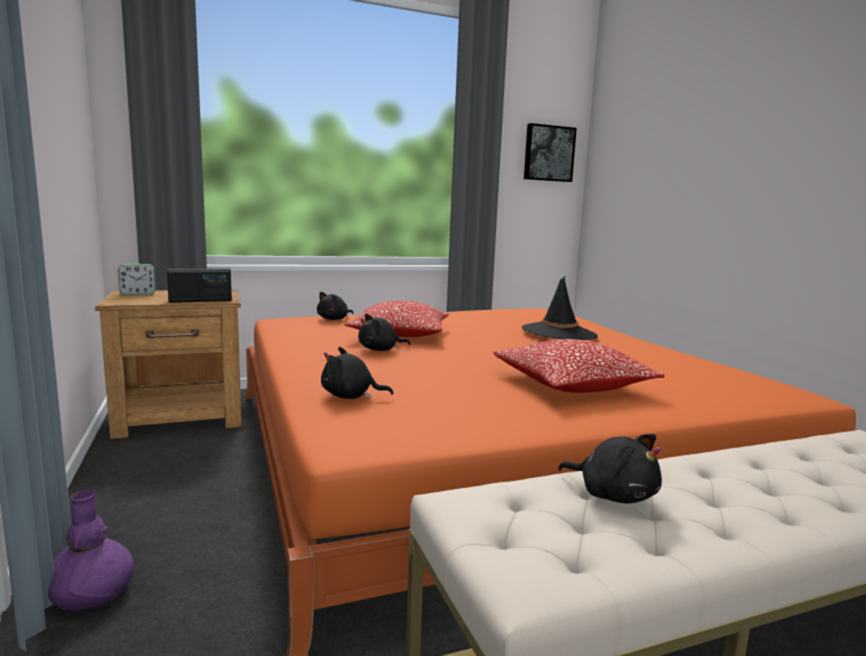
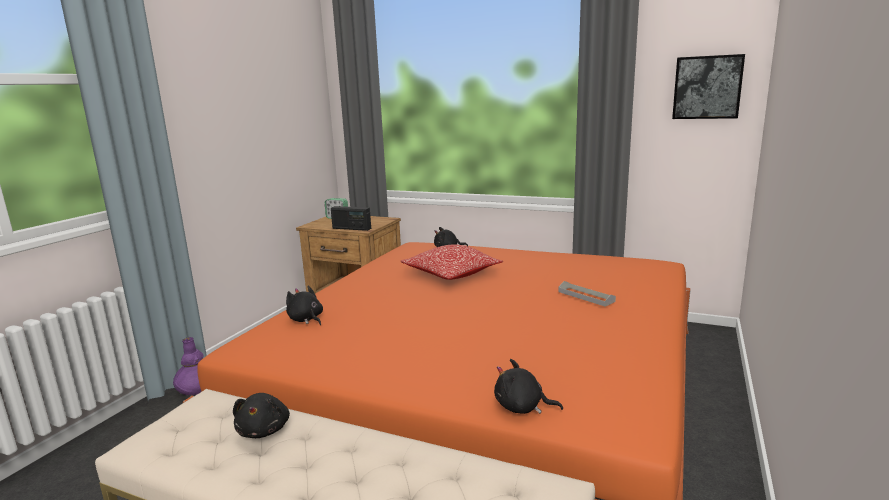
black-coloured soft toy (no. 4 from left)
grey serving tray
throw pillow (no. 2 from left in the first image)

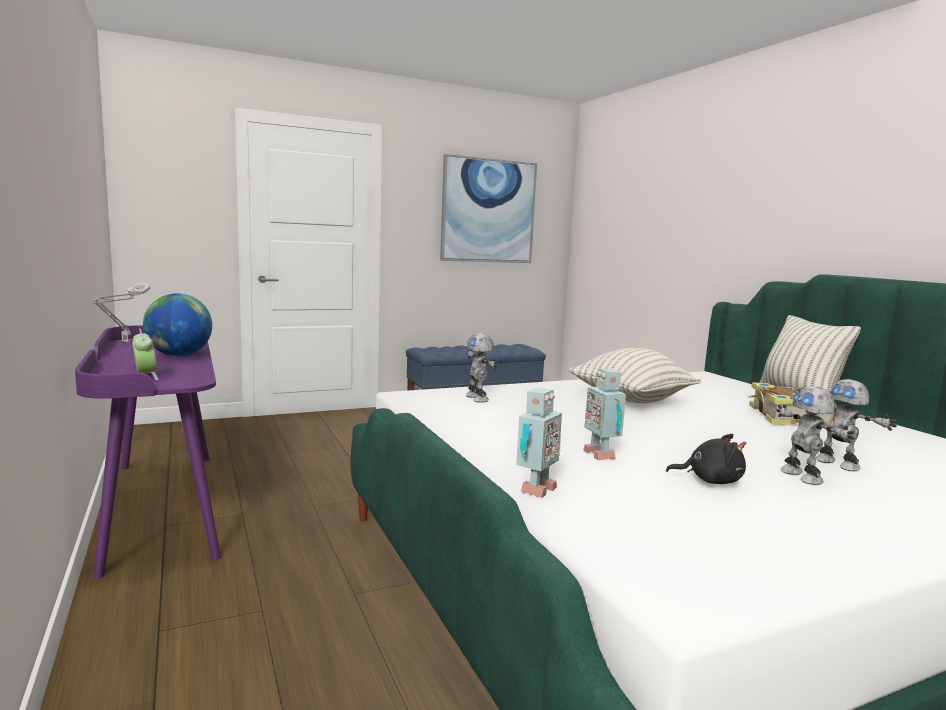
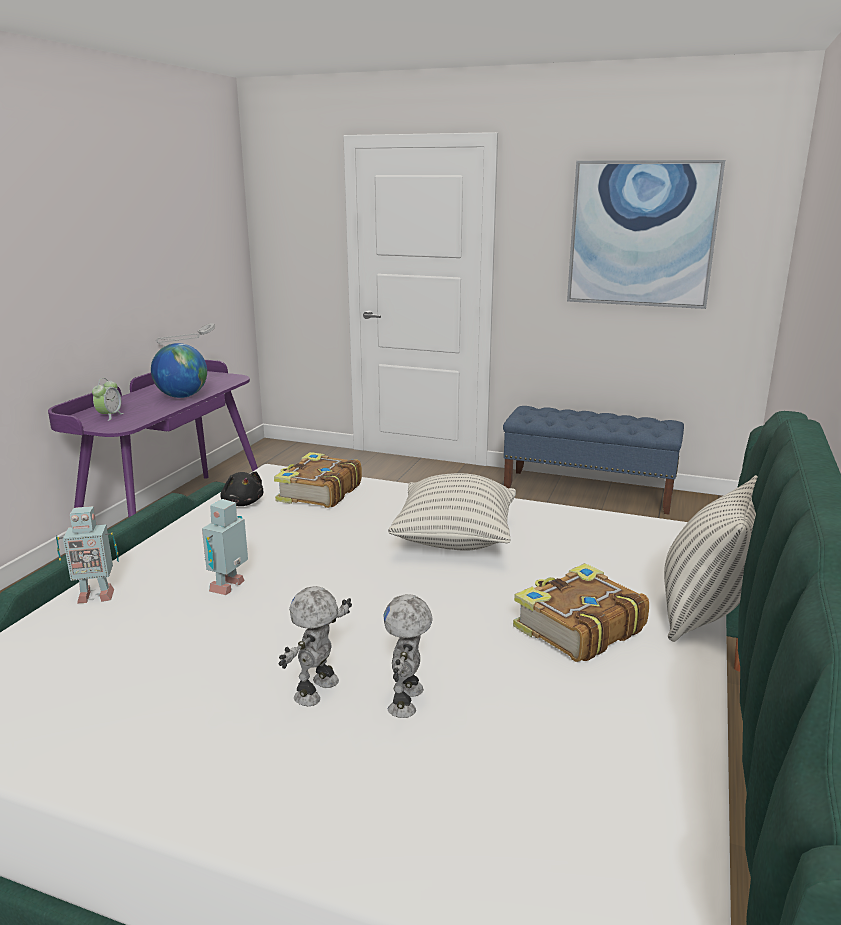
black-coloured soft toy
book (no. 1 from left)

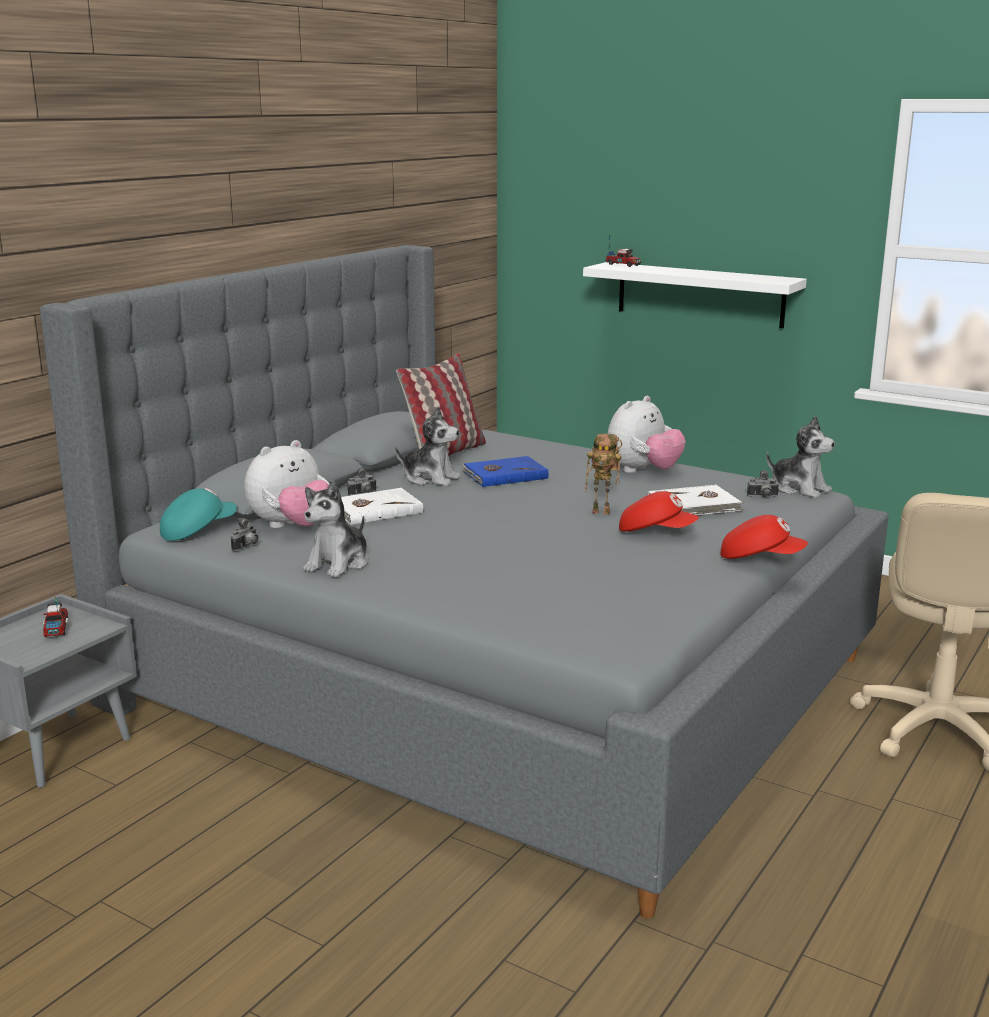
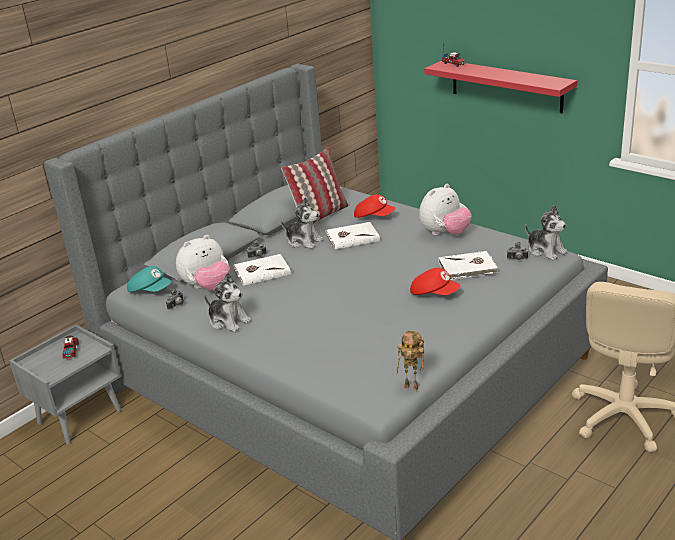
turquoise-coloured cap
soft toy (no. 2 from left)
whitish book (no. 2 from left)
reddish cap (no. 1 from left)
model robot
reddish shelf

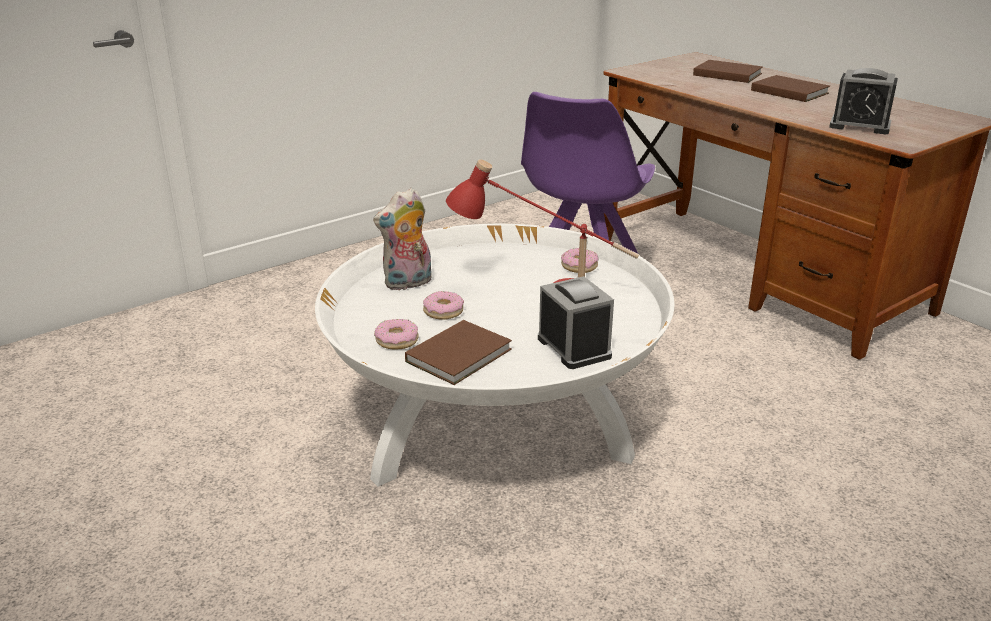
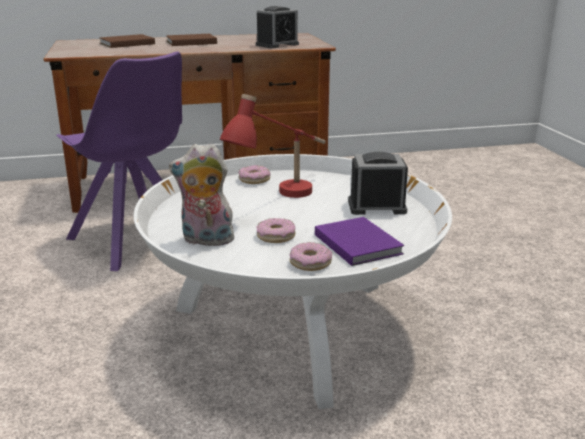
soft toy
purple-coloured book

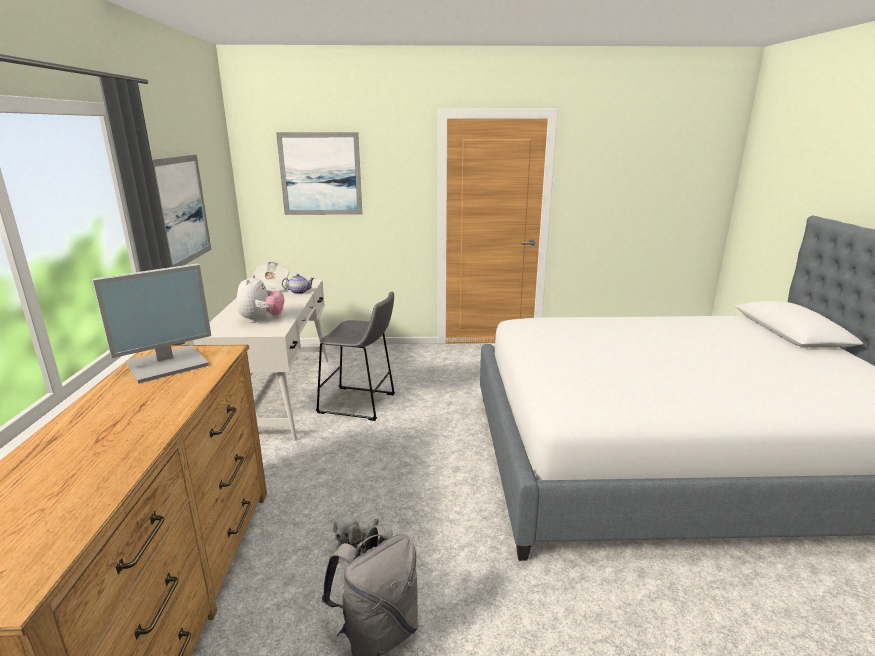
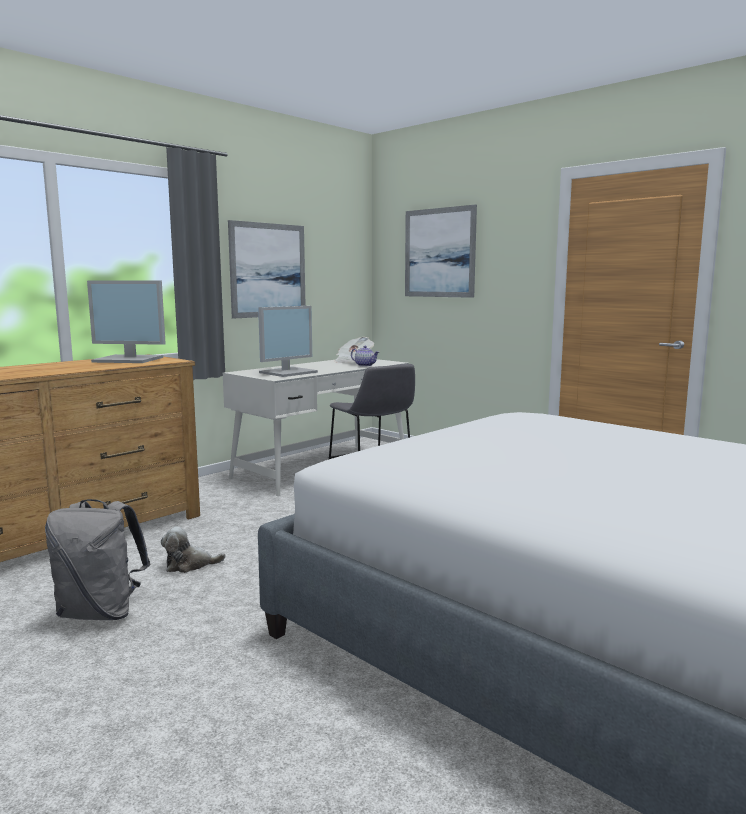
computer display (no. 2 from left)

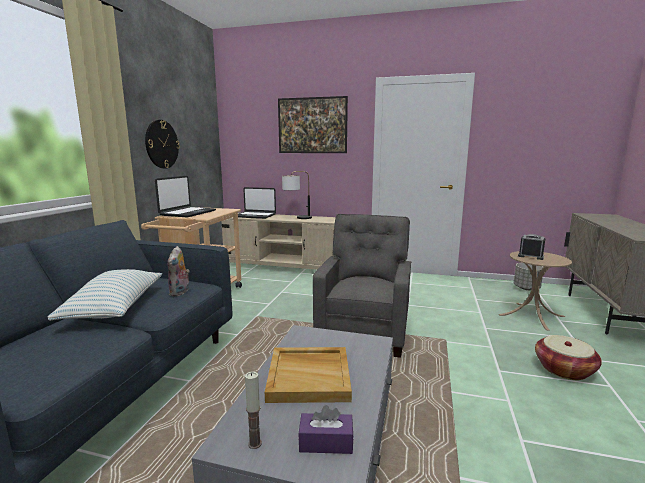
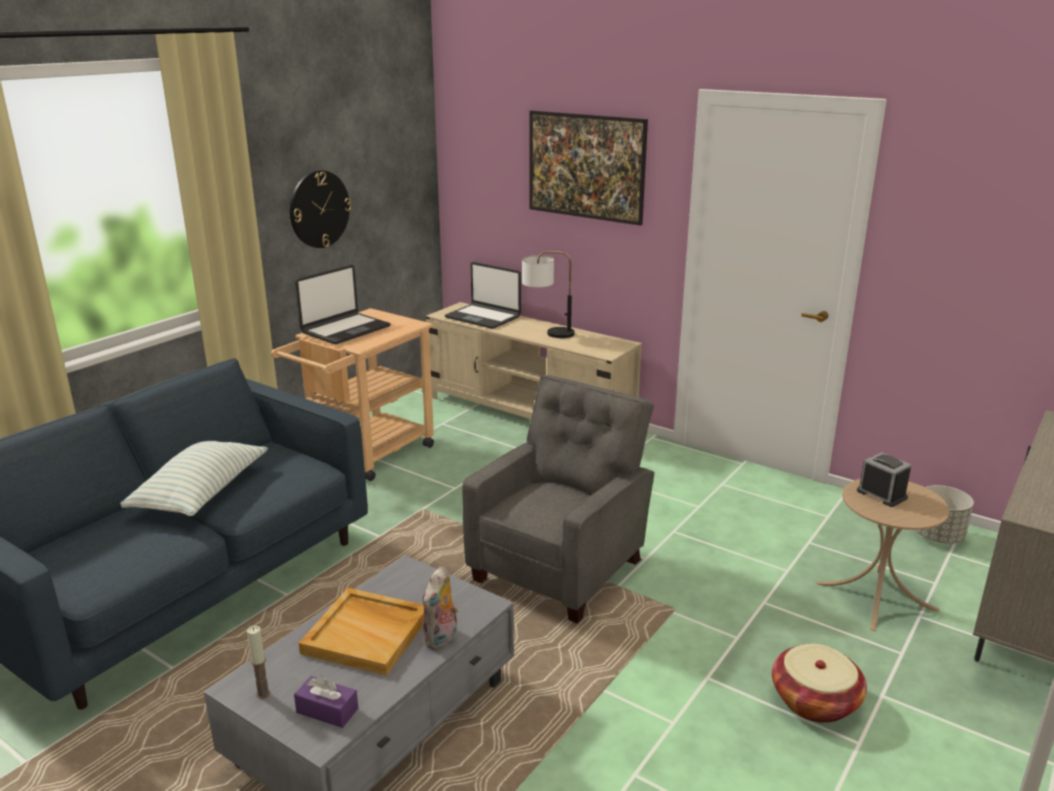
soft toy

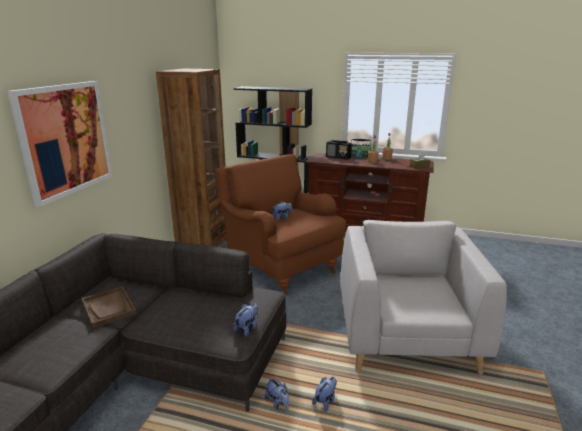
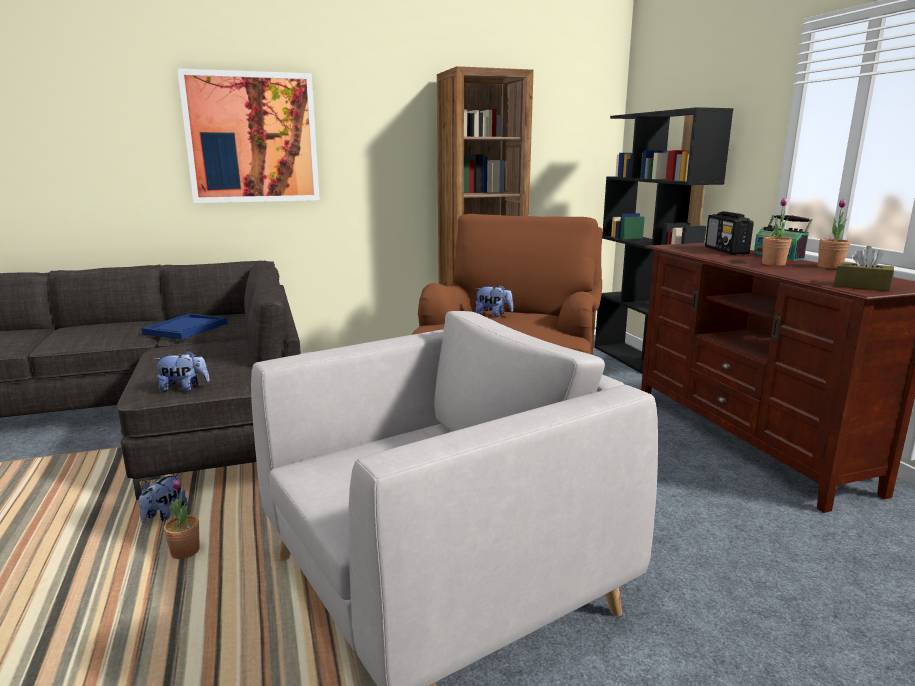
blue serving tray
houseplant (no. 1 from left)

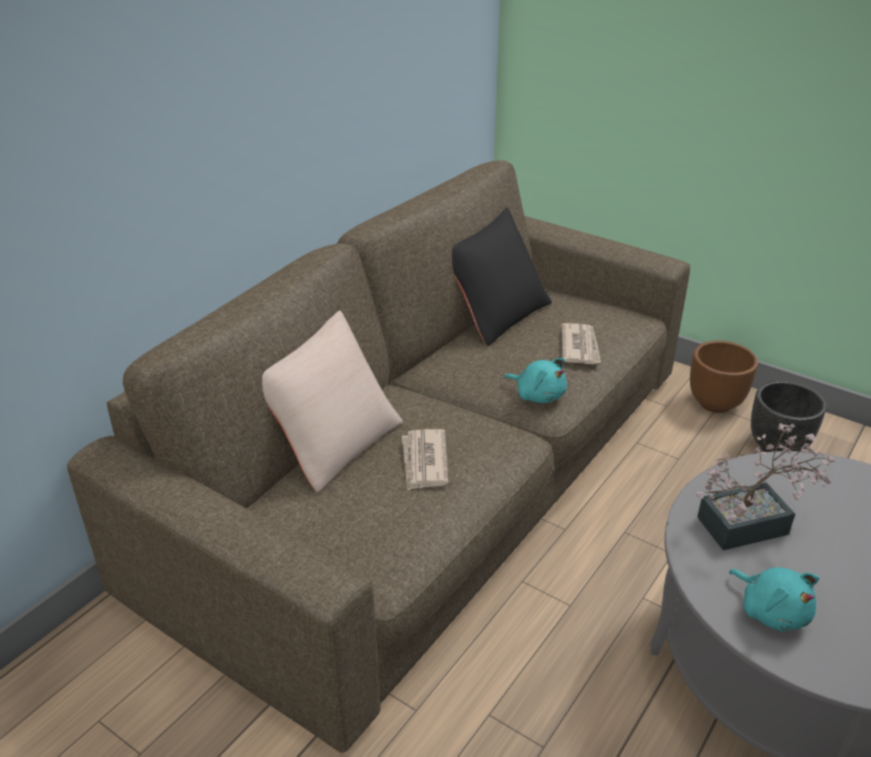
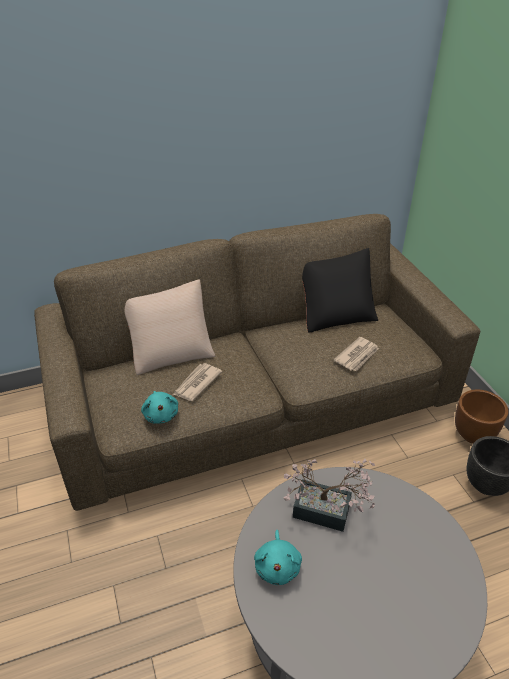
turquoise-coloured soft toy (no. 1 from left)

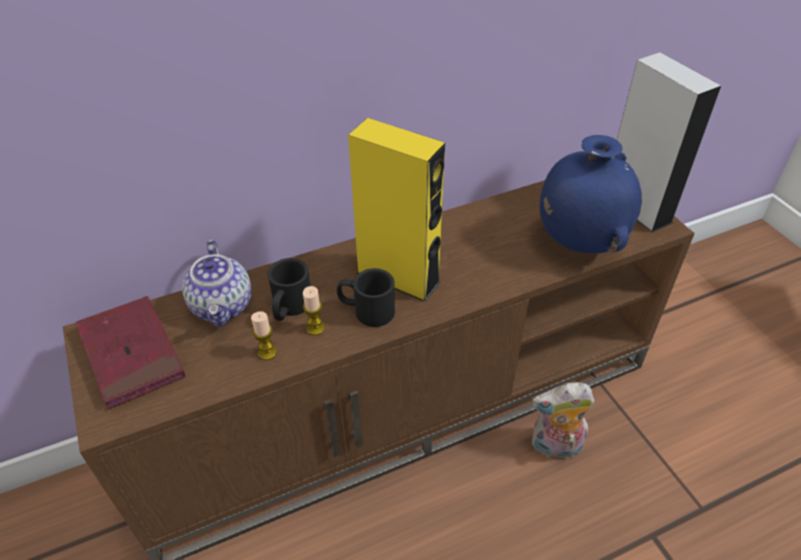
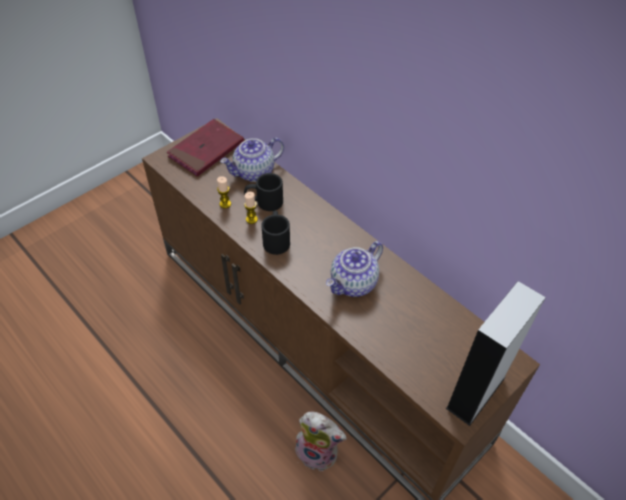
soft toy
tea pot (no. 2 from left)
yellow-coloured audio speaker
blue decorative vase

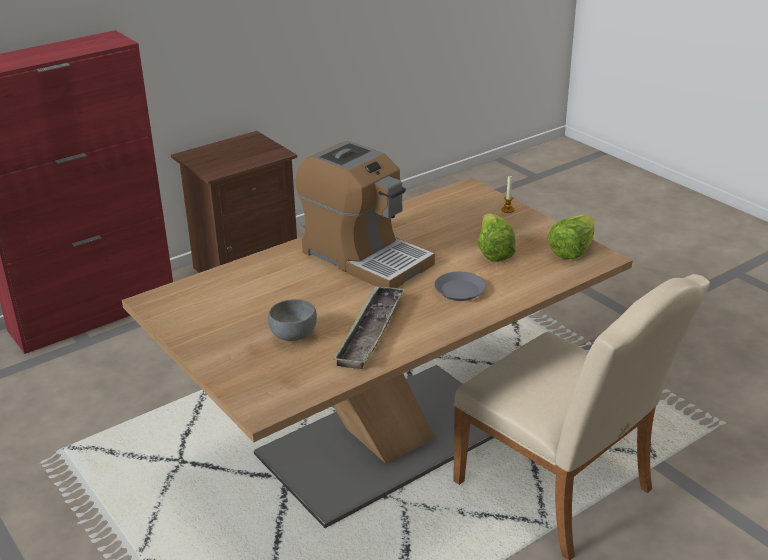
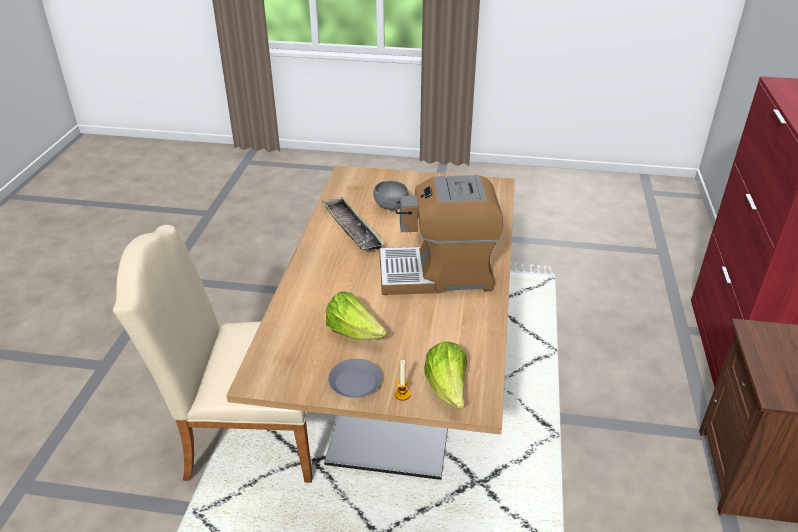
grey flat dish
lettuce head (no. 2 from left)

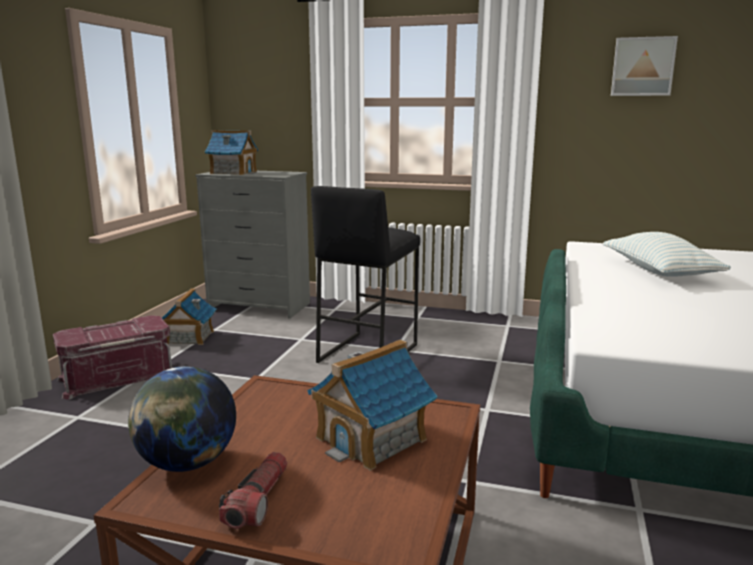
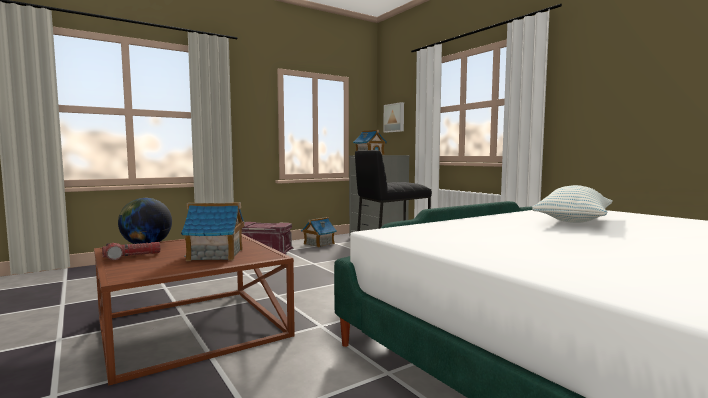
picture

